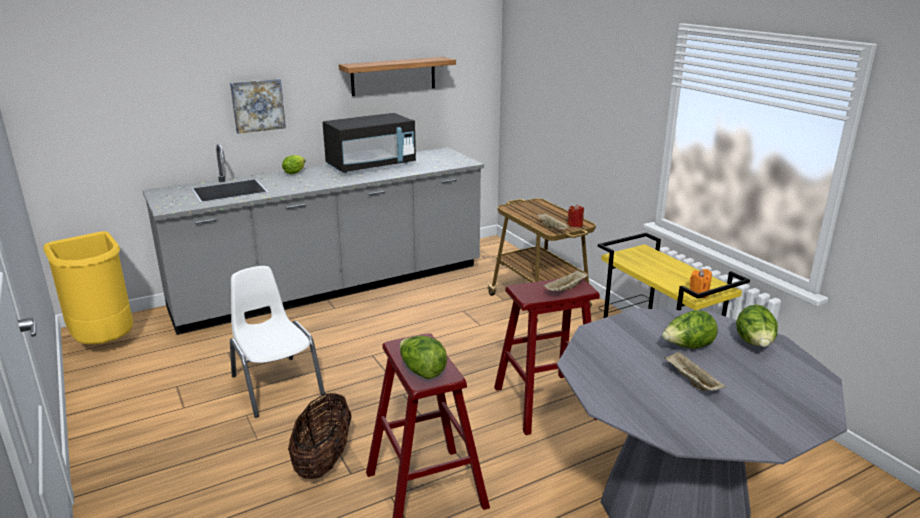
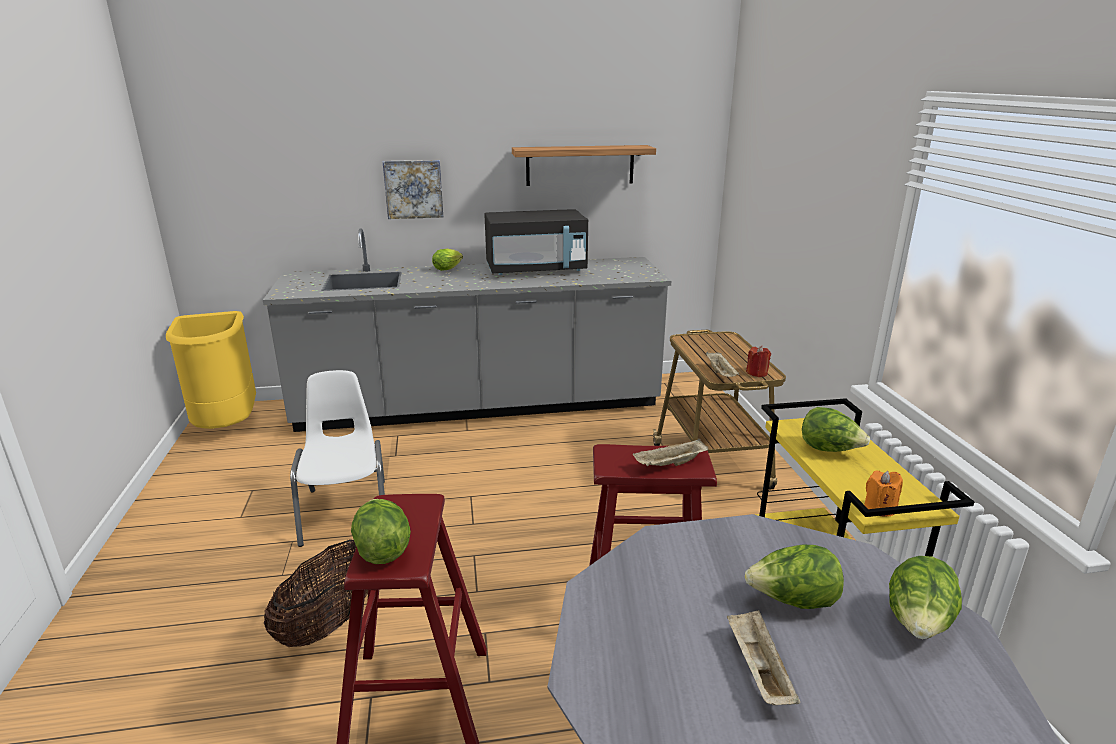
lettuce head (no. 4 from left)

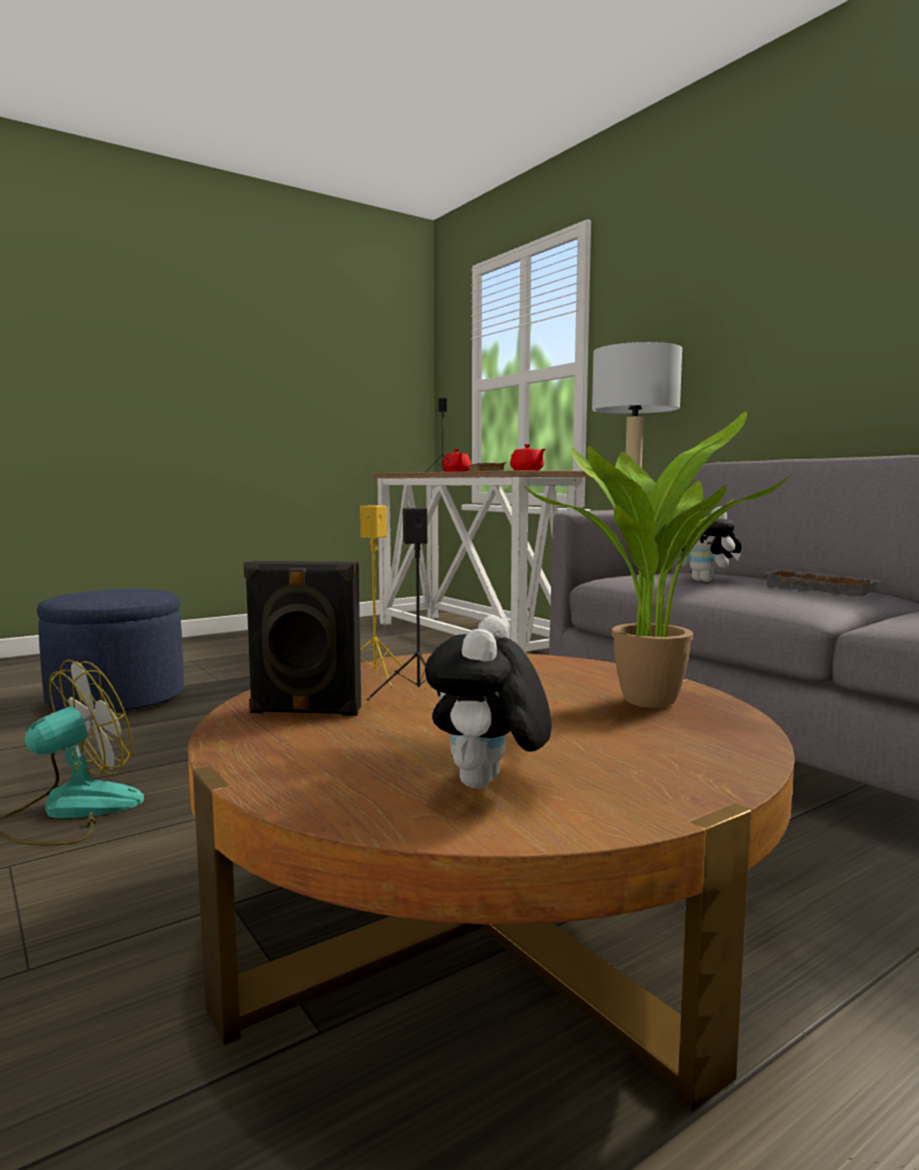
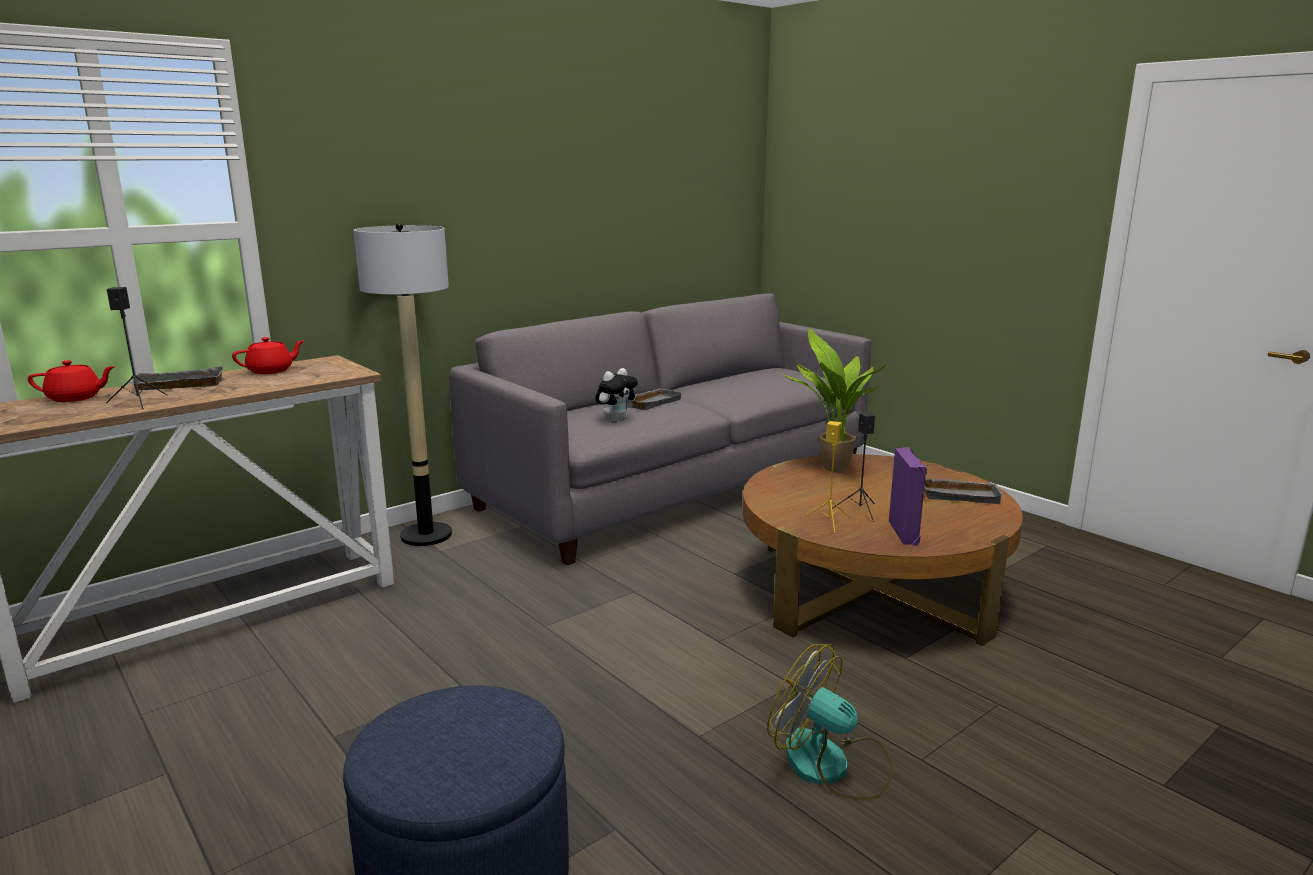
purple-coloured audio speaker
grey serving tray (no. 3 from left)

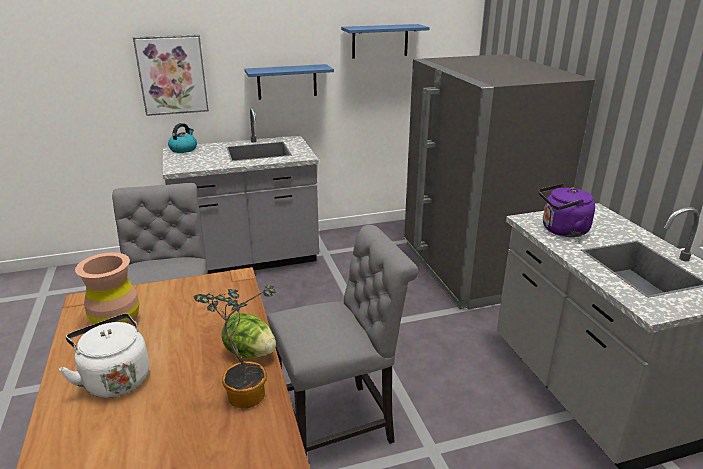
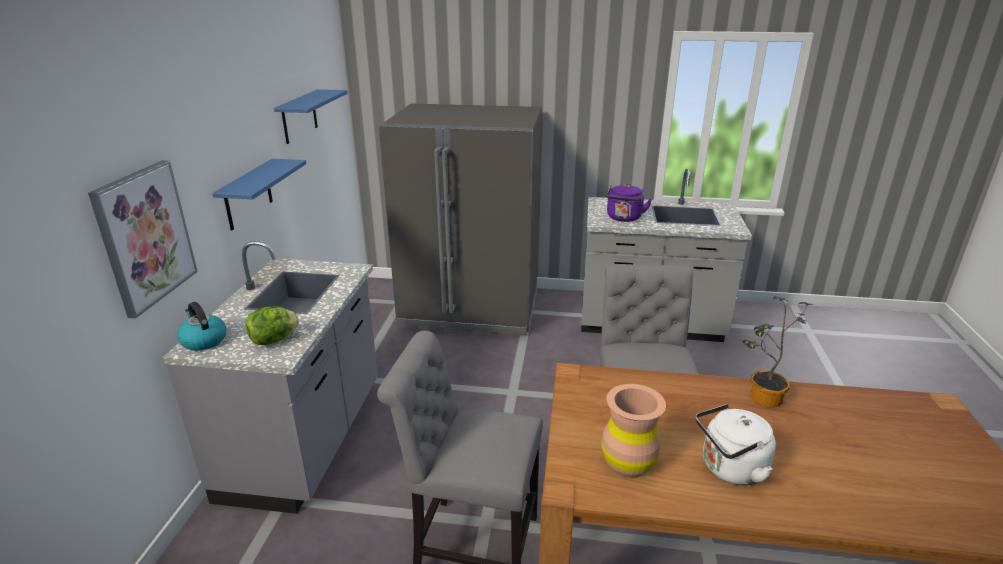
lettuce head

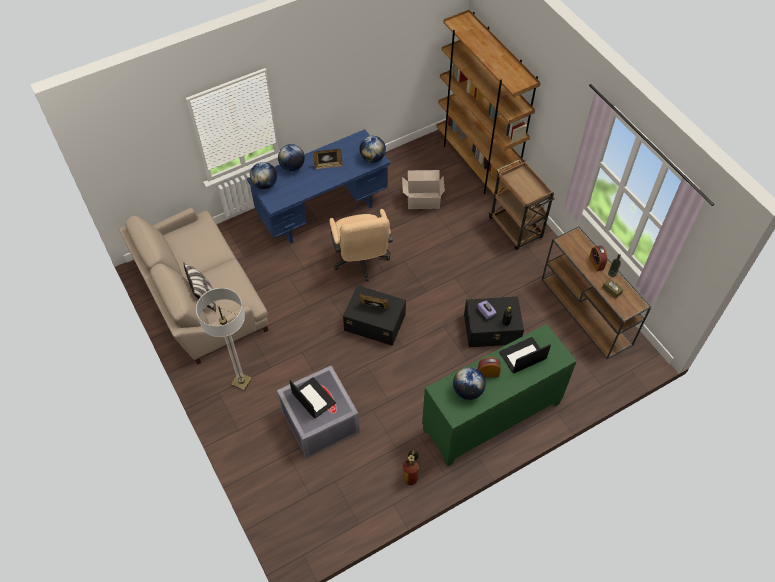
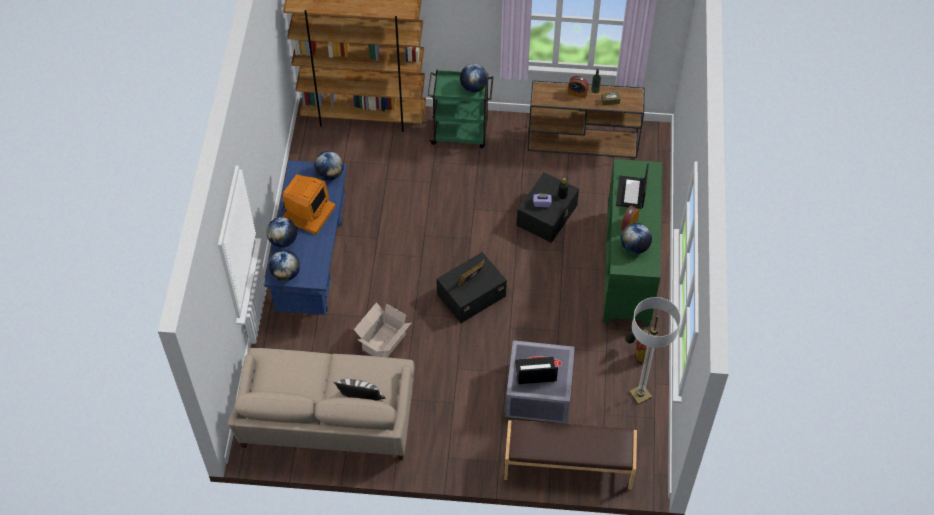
computer display
cardboard box
greenish cart
desk globe (no. 4 from left)
brown indoor bench
floor lamp
beige-coloured desk chair

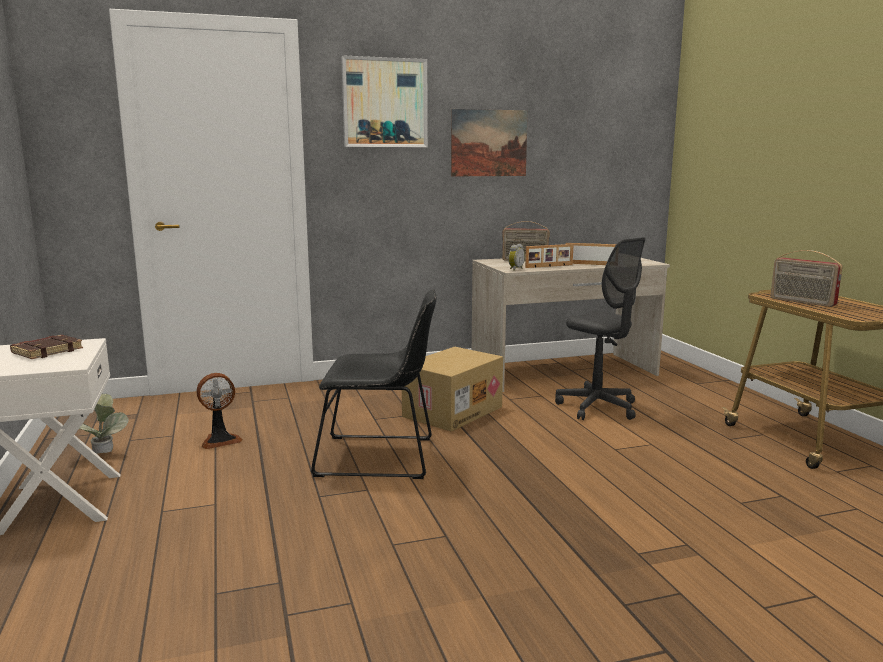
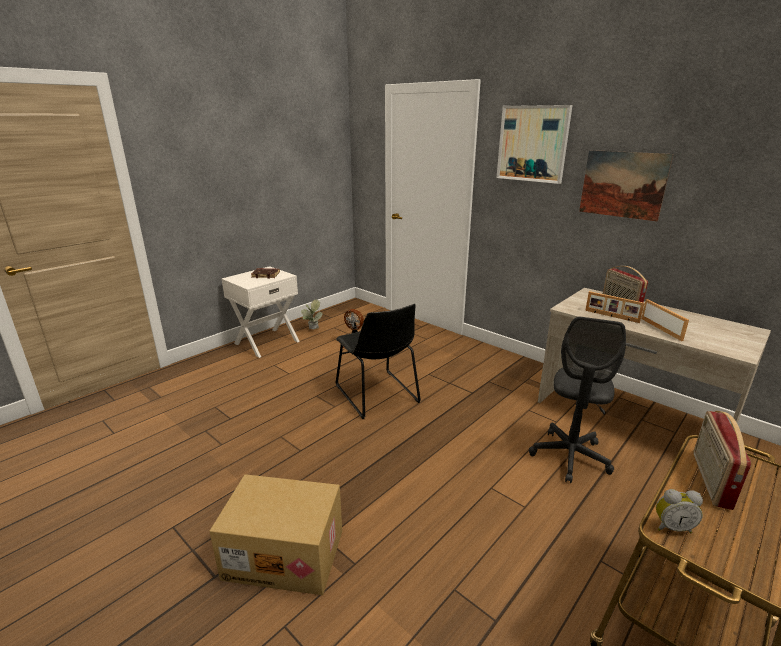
cardboard box
table clock

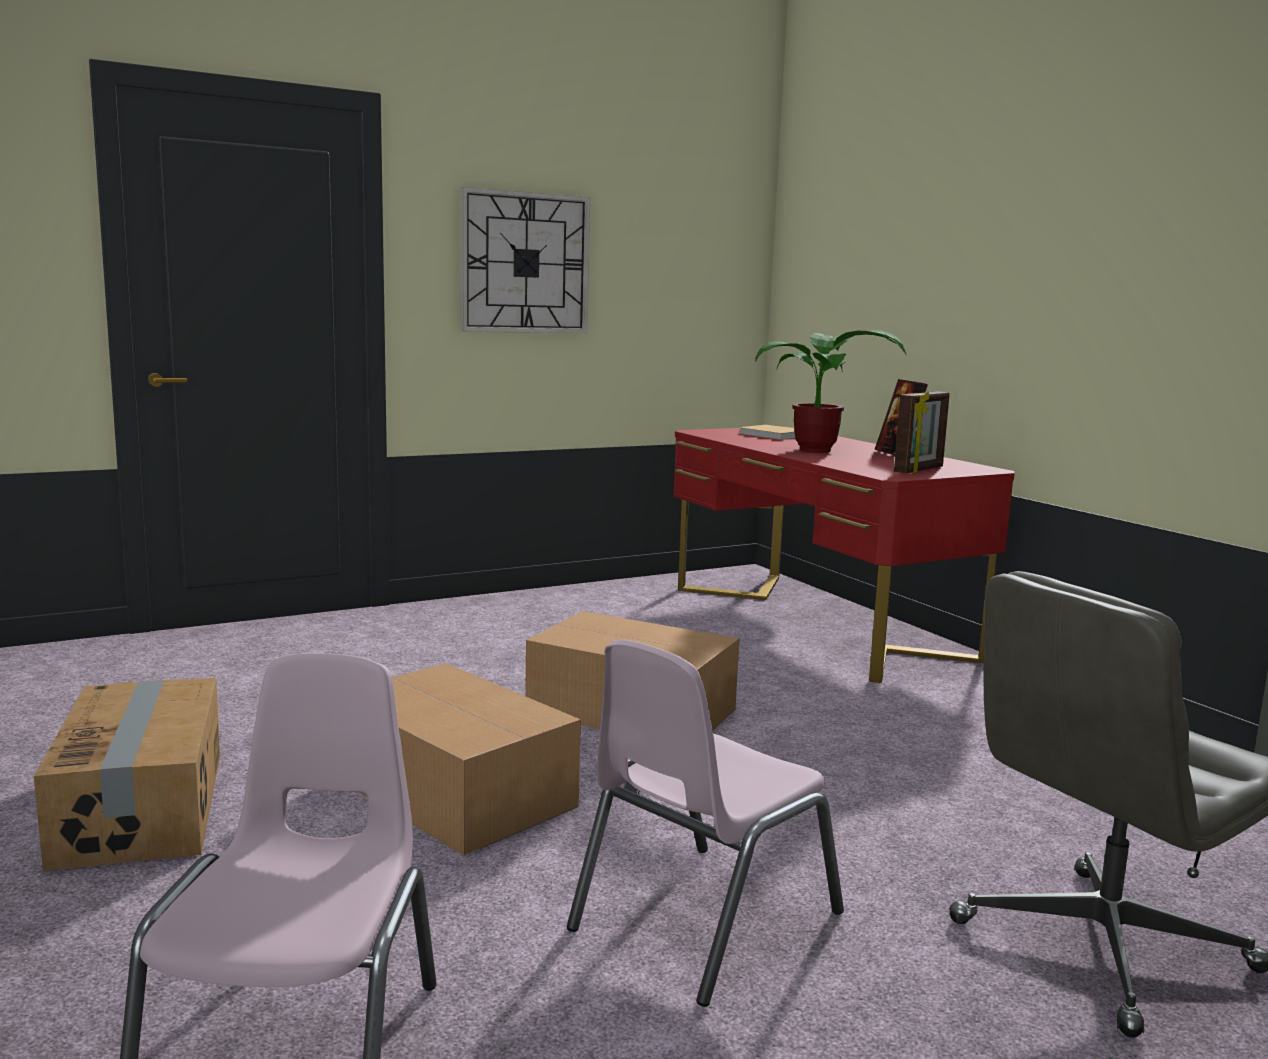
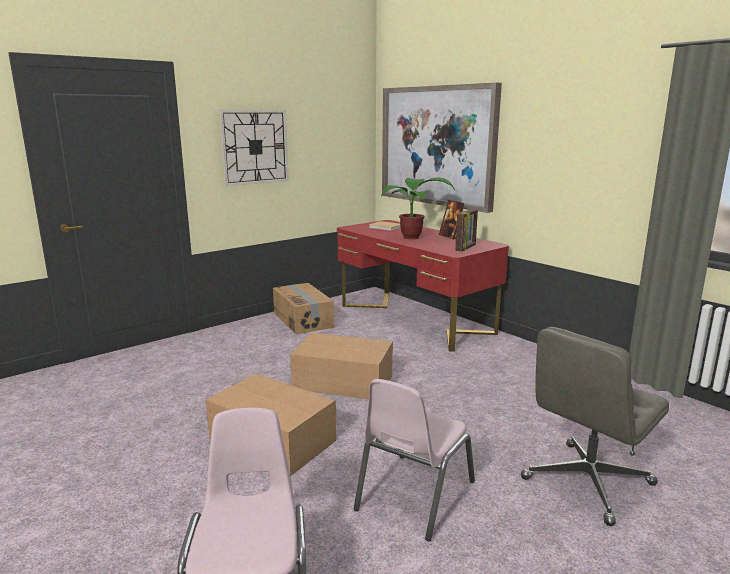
cardboard box (no. 2 from left)
picture

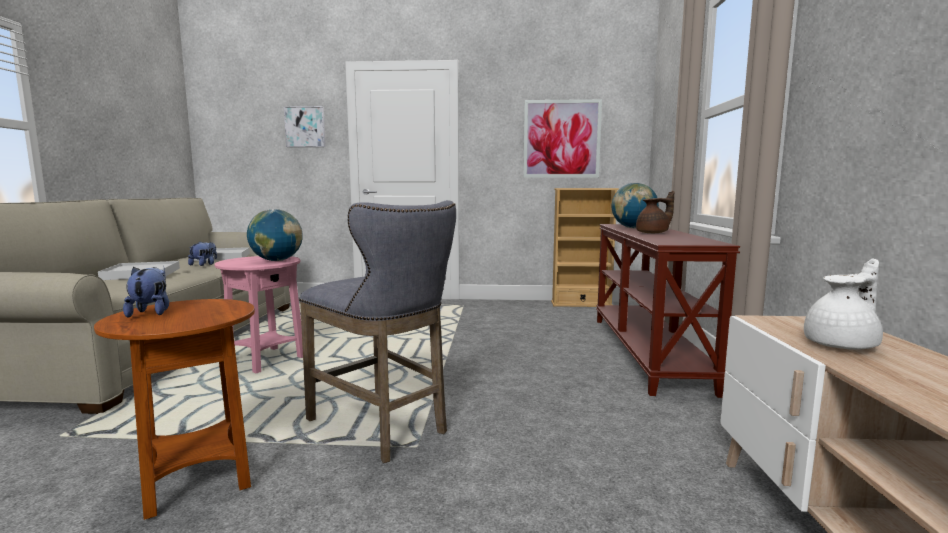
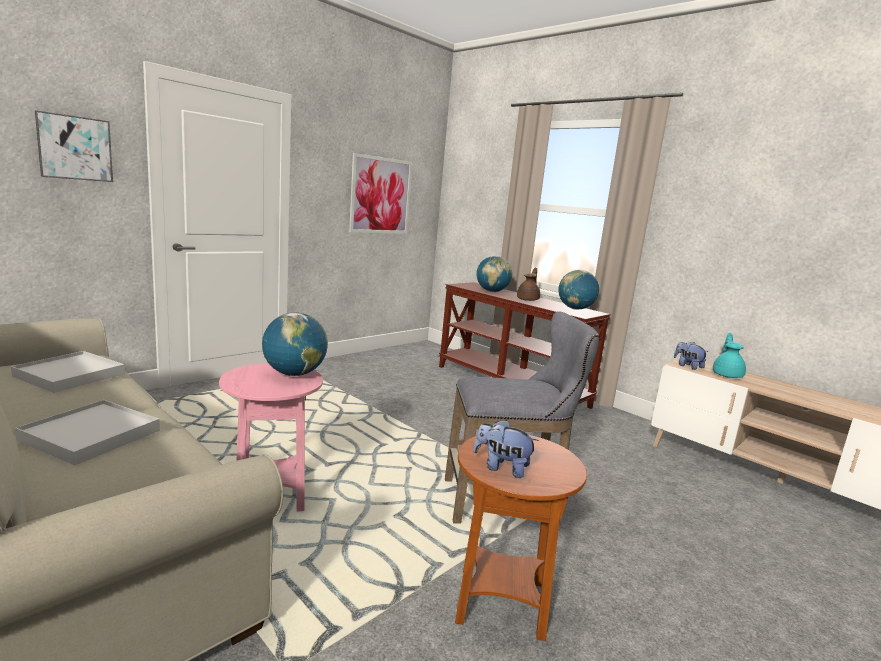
desk globe (no. 3 from left)
soft toy (no. 2 from left)
turquoise-coloured tea pot
beige-coloured bookcase

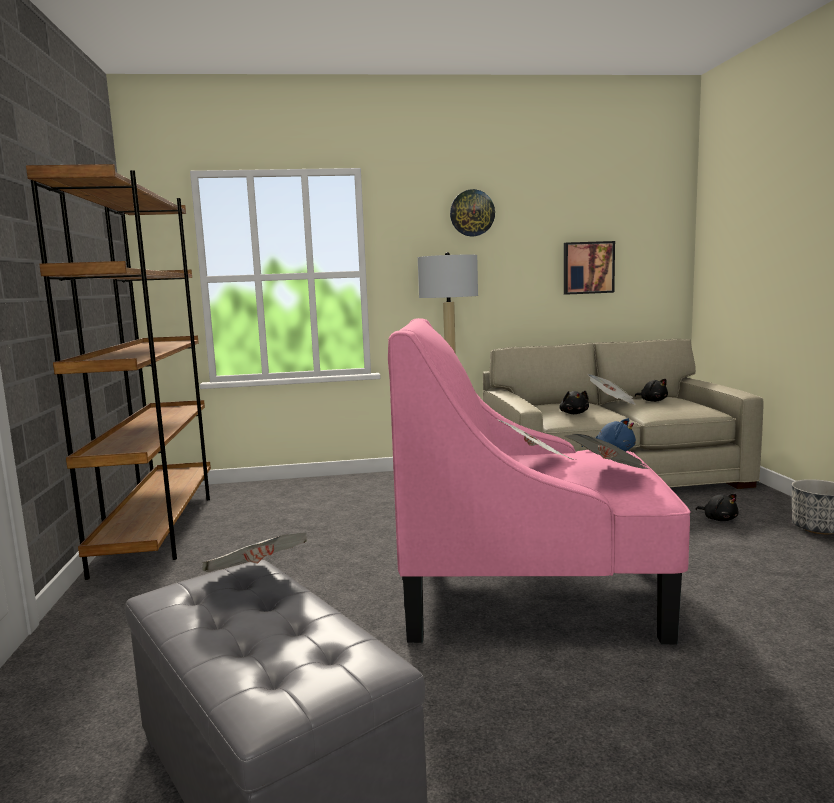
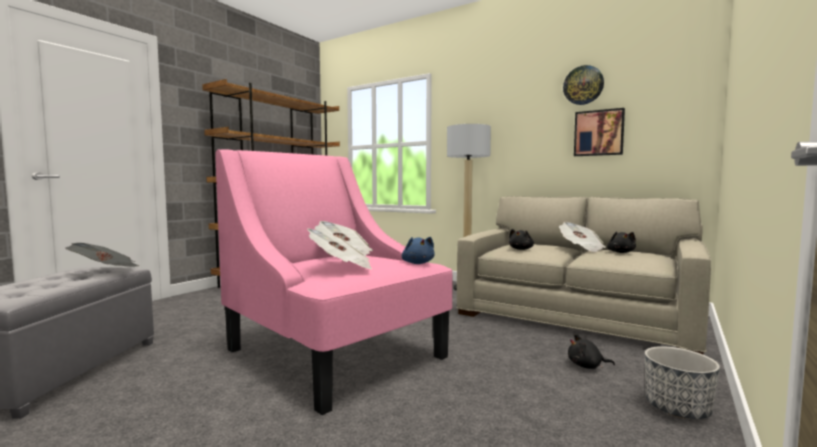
wall clock
black-coloured soft toy (no. 2 from left)

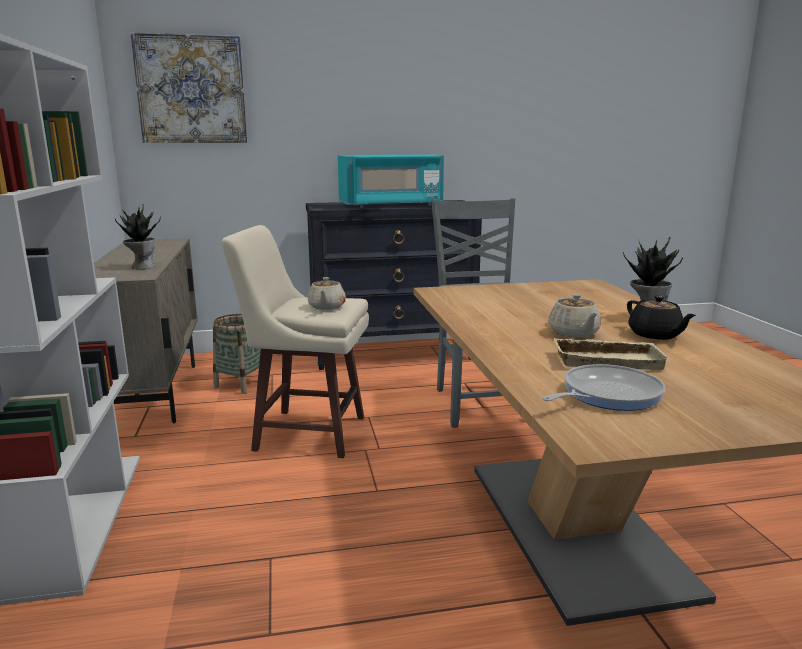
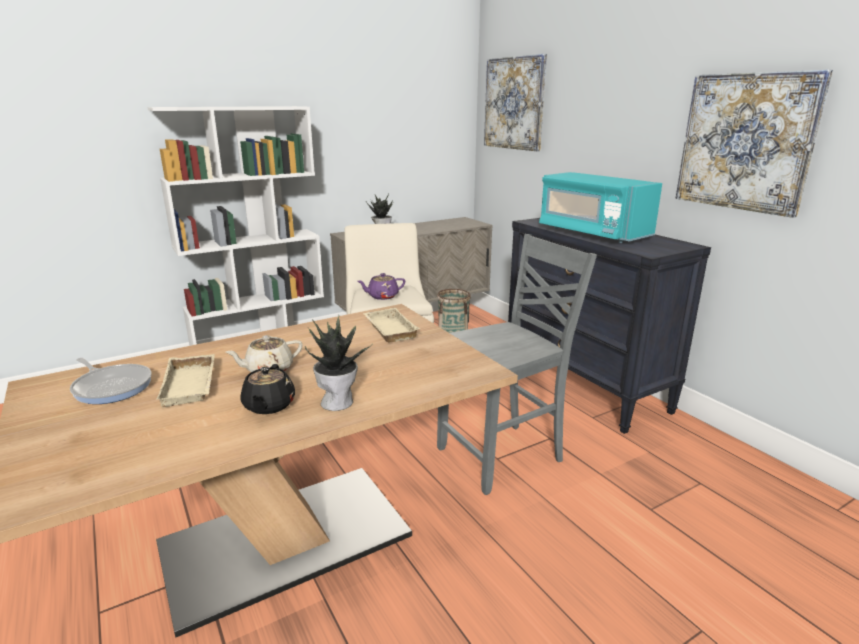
black-coloured tea pot
purple-coloured tea pot
beige-coloured serving tray (no. 2 from left)
picture (no. 2 from left)

